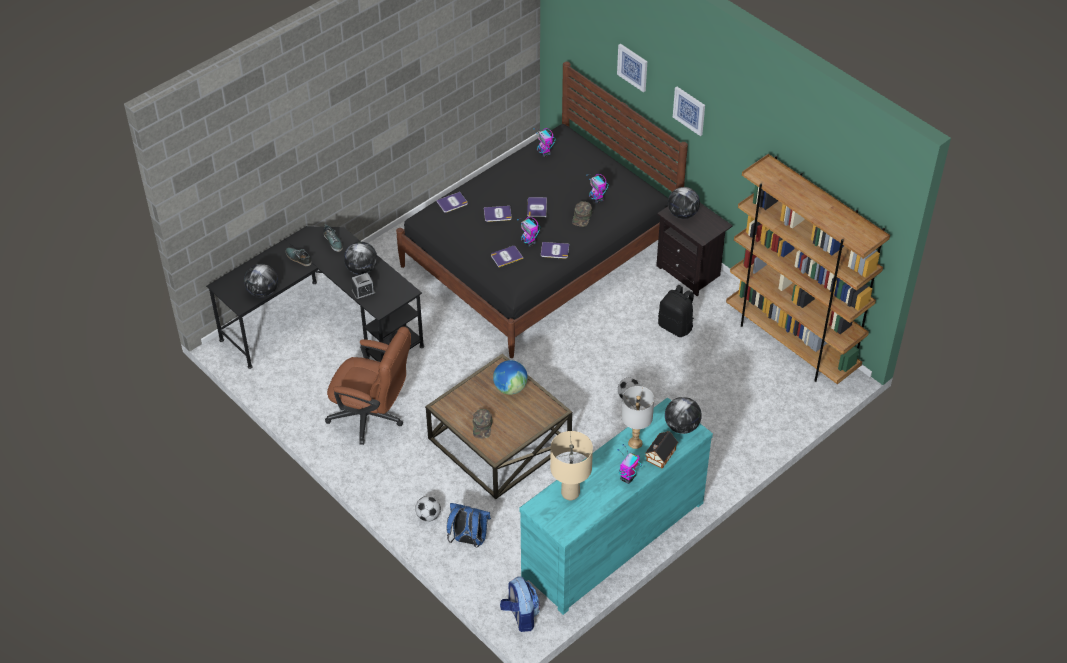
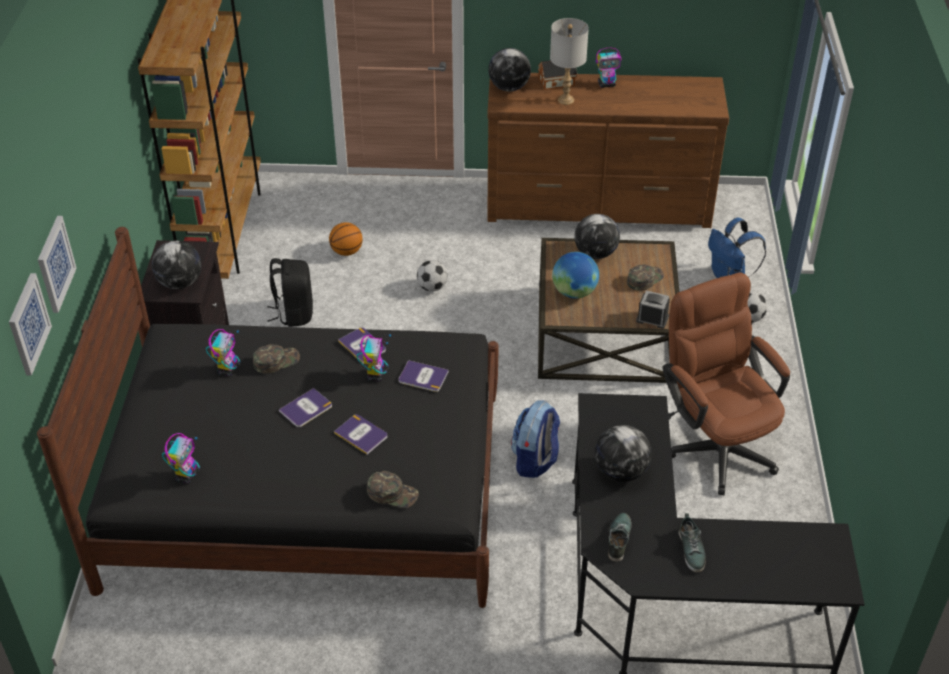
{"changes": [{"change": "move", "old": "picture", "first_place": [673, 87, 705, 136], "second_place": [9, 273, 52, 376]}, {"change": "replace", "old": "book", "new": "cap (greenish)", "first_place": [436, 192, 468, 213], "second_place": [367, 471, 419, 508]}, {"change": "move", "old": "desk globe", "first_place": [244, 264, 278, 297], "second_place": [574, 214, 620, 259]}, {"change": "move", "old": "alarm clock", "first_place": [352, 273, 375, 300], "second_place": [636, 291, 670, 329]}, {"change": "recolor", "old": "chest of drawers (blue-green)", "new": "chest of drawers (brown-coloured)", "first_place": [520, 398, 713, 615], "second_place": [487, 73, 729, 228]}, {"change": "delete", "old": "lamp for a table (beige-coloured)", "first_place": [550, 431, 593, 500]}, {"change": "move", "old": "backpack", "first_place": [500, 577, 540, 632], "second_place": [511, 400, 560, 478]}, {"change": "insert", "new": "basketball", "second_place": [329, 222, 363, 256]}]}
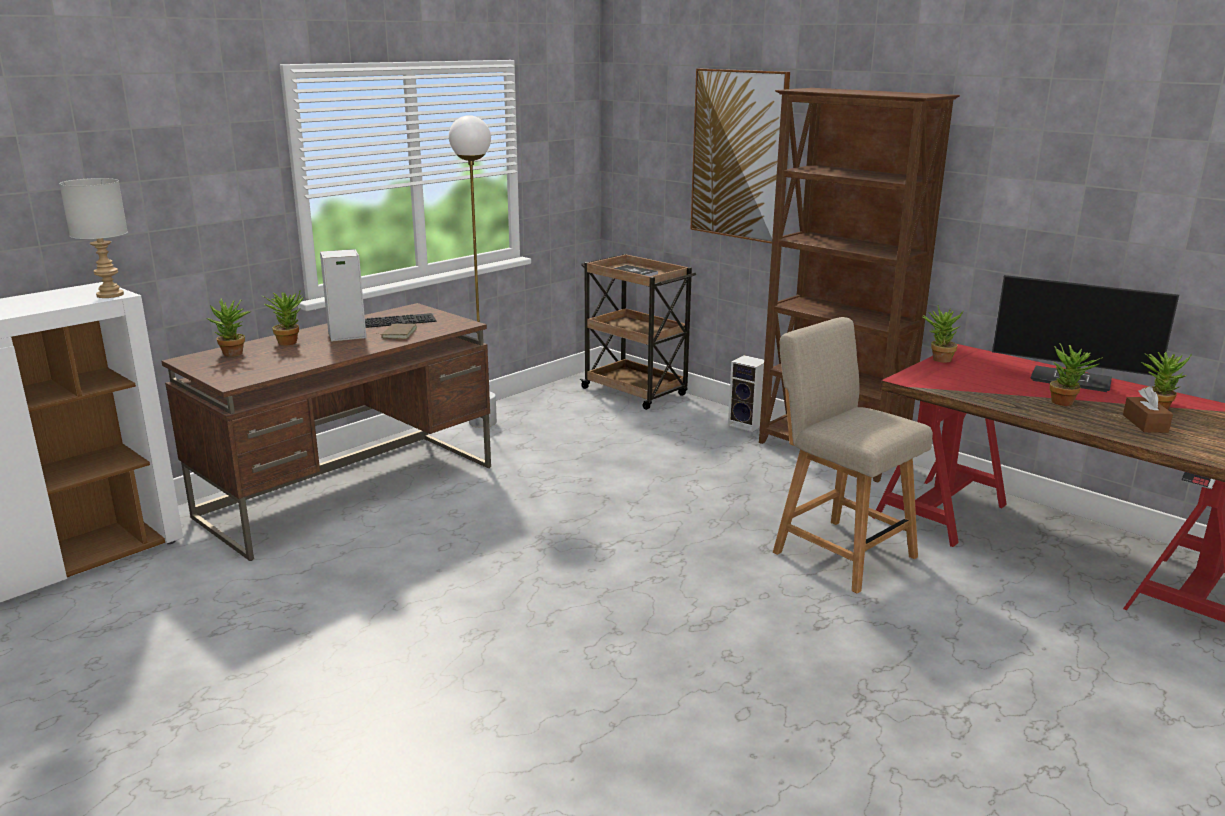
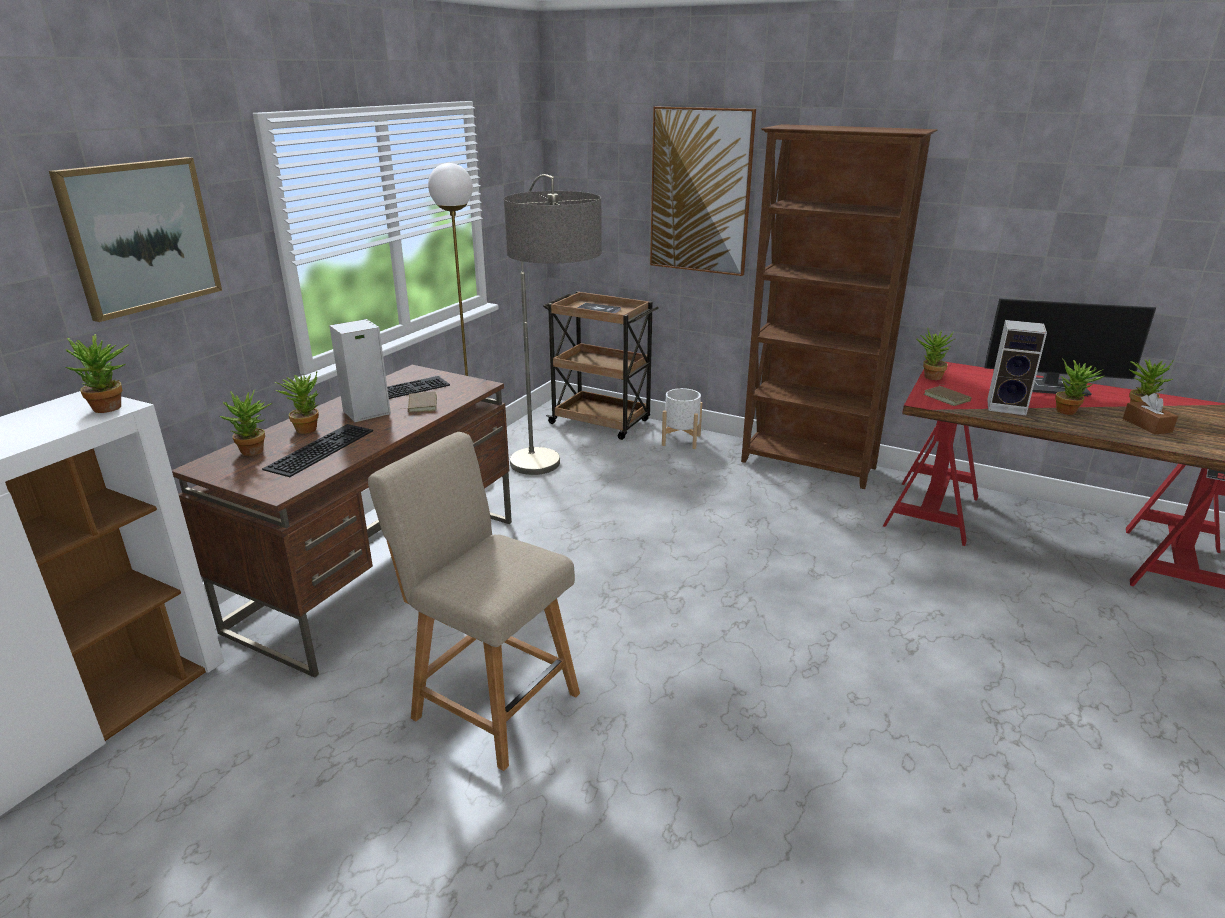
{"changes": [{"change": "replace", "old": "lamp for a table (grey)", "new": "plant in a pot", "first_place": [59, 178, 128, 298], "second_place": [65, 334, 129, 413]}, {"change": "move", "old": "plain chair (beige-coloured)", "first_place": [773, 317, 933, 594], "second_place": [368, 432, 580, 771]}, {"change": "move", "old": "loudspeaker", "first_place": [728, 355, 764, 432], "second_place": [987, 320, 1047, 415]}, {"change": "insert", "new": "picture", "second_place": [49, 157, 222, 322]}, {"change": "insert", "new": "floor lamp", "second_place": [504, 174, 602, 475]}, {"change": "insert", "new": "book (brown-coloured)", "second_place": [924, 385, 972, 406]}, {"change": "insert", "new": "planter (white-coloured)", "second_place": [662, 388, 702, 449]}, {"change": "insert", "new": "keyboard", "second_place": [262, 424, 373, 477]}]}
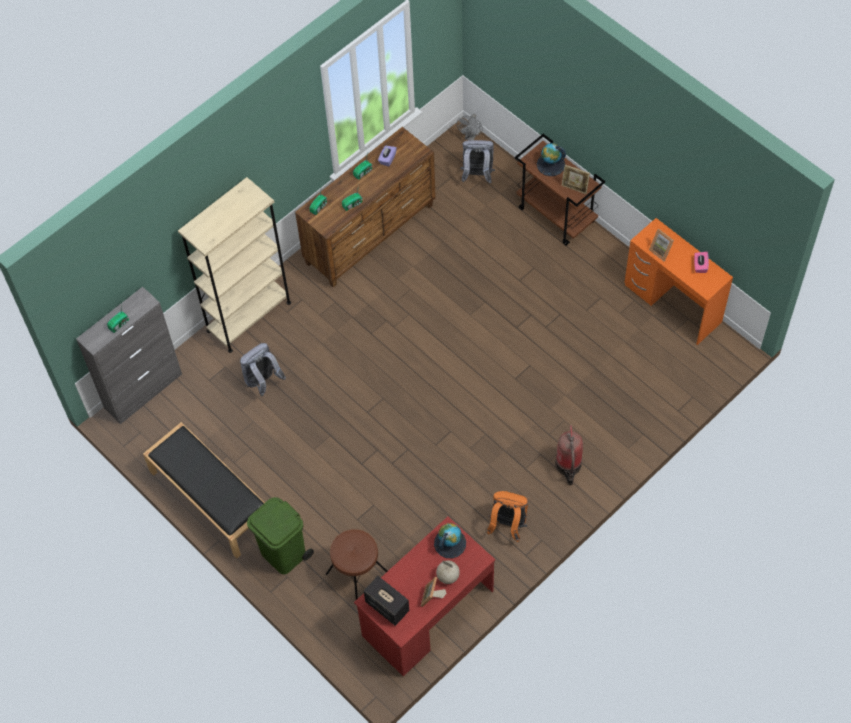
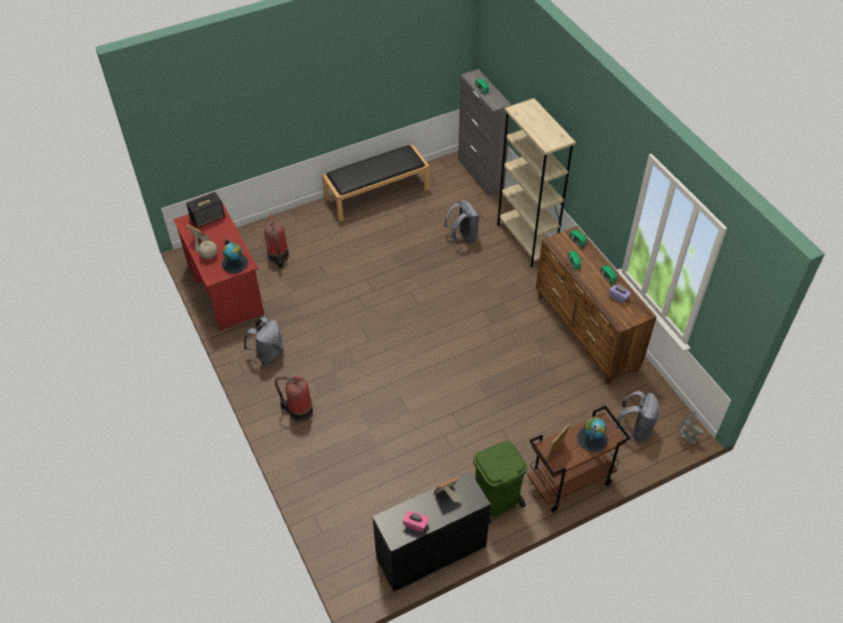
{"changes": [{"change": "recolor", "old": "desk unit (orangey)", "new": "desk unit (black-coloured)", "first_place": [624, 218, 733, 345], "second_place": [372, 472, 491, 591]}, {"change": "recolor", "old": "backpack (orangey)", "new": "backpack (grey)", "first_place": [487, 491, 528, 542], "second_place": [244, 317, 284, 365]}, {"change": "move", "old": "rubbish bin (greenish)", "first_place": [247, 497, 314, 574], "second_place": [473, 441, 527, 524]}, {"change": "replace", "old": "stool seat (brown-coloured)", "new": "fire-fighting cylinder", "first_place": [326, 529, 387, 600], "second_place": [264, 213, 289, 269]}]}
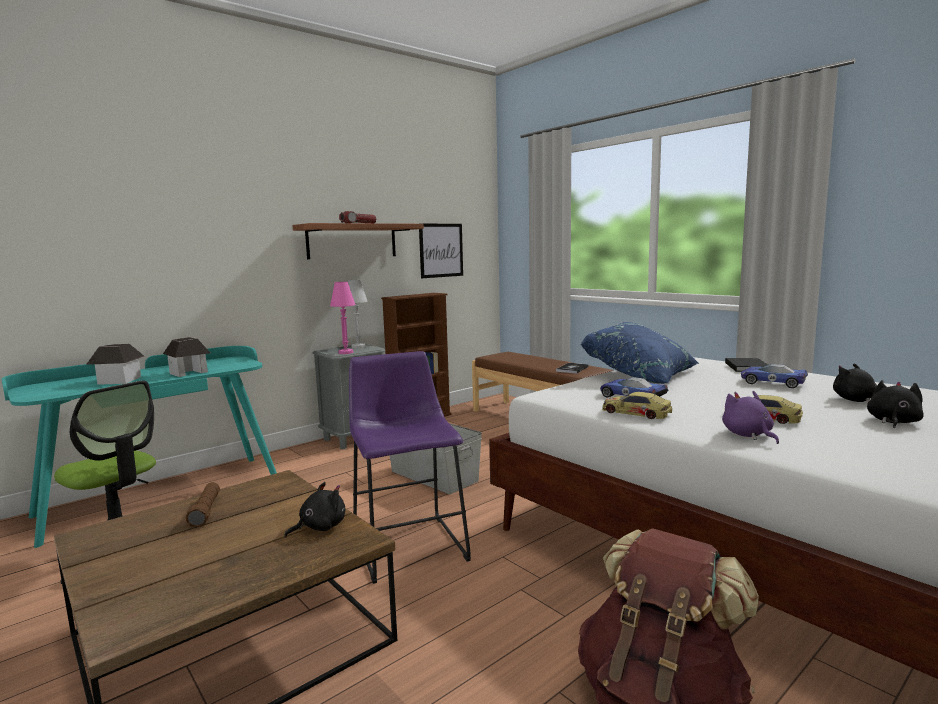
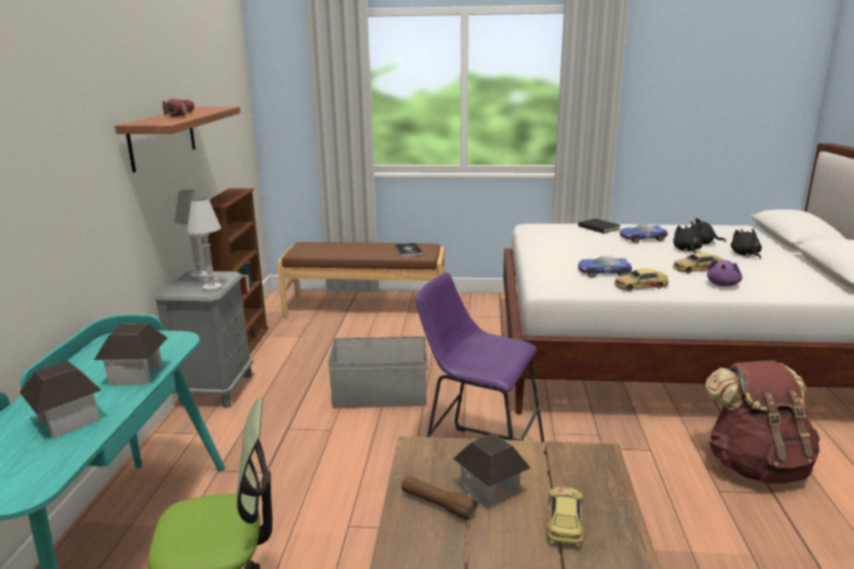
{"changes": [{"change": "delete", "old": "picture", "first_place": [419, 223, 463, 278]}, {"change": "recolor", "old": "lamp for a table (pink)", "new": "lamp for a table (white-coloured)", "first_place": [330, 282, 355, 354], "second_place": [187, 197, 222, 292]}, {"change": "delete", "old": "cushion (bluish)", "first_place": [580, 322, 699, 384]}, {"change": "rotate", "old": "cuddly toy (purple-coloured)", "first_place": [722, 391, 779, 444], "second_place": [707, 259, 742, 286], "degrees": -90}, {"change": "move", "old": "cuddly toy (black-coloured)", "first_place": [284, 482, 345, 538], "second_place": [673, 225, 703, 254]}, {"change": "insert", "new": "miniature house", "second_place": [453, 433, 530, 508]}, {"change": "insert", "new": "model car", "second_place": [547, 487, 583, 547]}]}
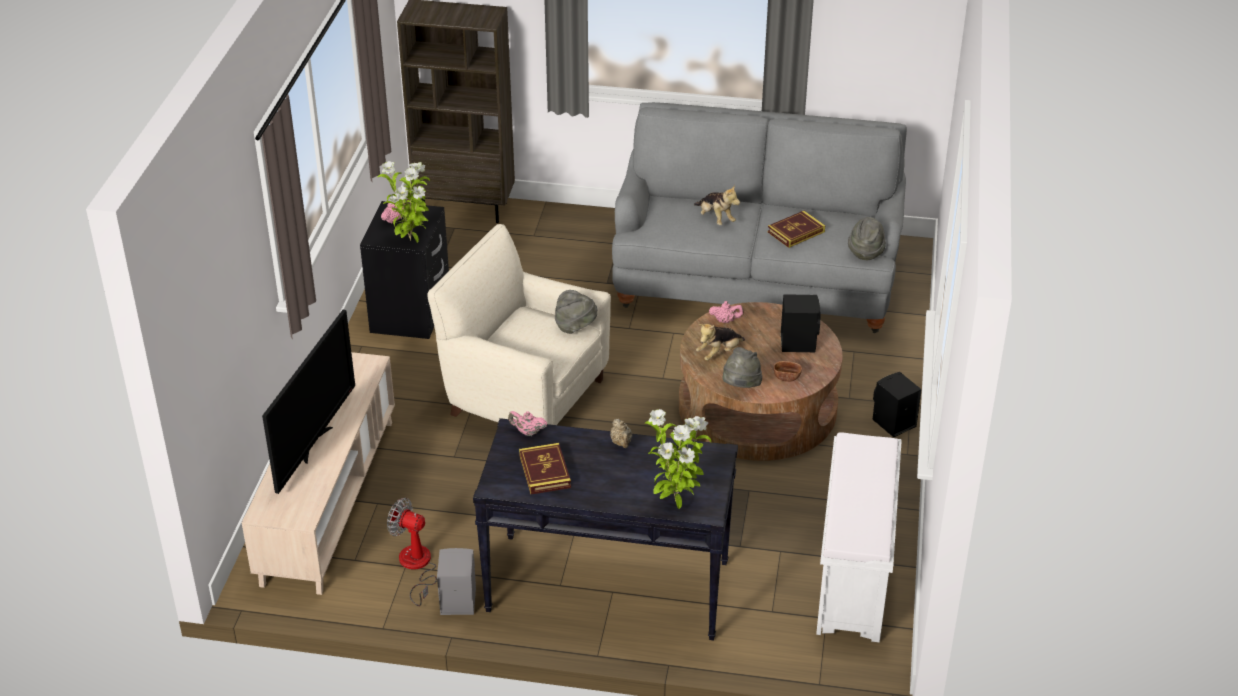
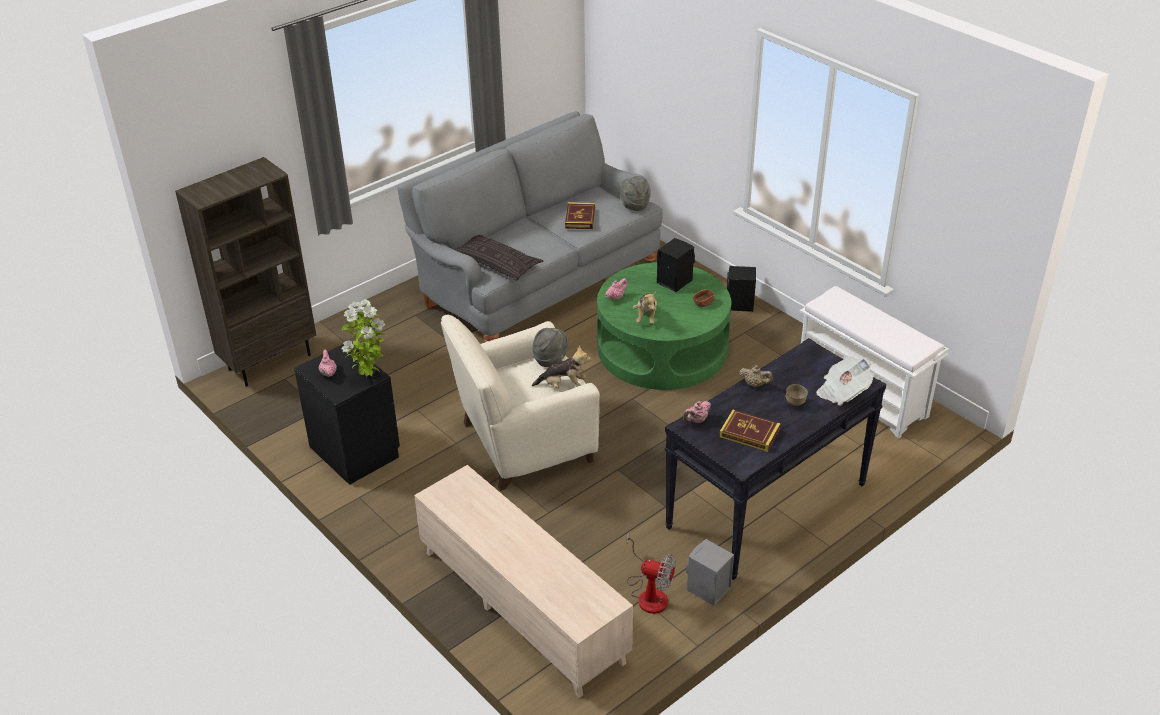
{"changes": [{"change": "move", "old": "cuddly toy", "first_place": [694, 185, 740, 225], "second_place": [532, 346, 591, 388]}, {"change": "recolor", "old": "coffee table (brown-coloured)", "new": "coffee table (greenish)", "first_place": [679, 302, 843, 461], "second_place": [597, 262, 732, 390]}, {"change": "delete", "old": "TV", "first_place": [262, 310, 355, 494]}, {"change": "delete", "old": "hat (grey)", "first_place": [722, 347, 762, 388]}, {"change": "replace", "old": "plant in a pot", "new": "daily paper", "first_place": [644, 409, 711, 509], "second_place": [816, 357, 873, 406]}, {"change": "rotate", "old": "electric fan", "first_place": [387, 498, 437, 606], "second_place": [627, 532, 676, 614], "degrees": -135}, {"change": "insert", "new": "cushion", "second_place": [454, 235, 544, 281]}, {"change": "insert", "new": "serving bowl (brown-coloured)", "second_place": [786, 384, 808, 406]}]}
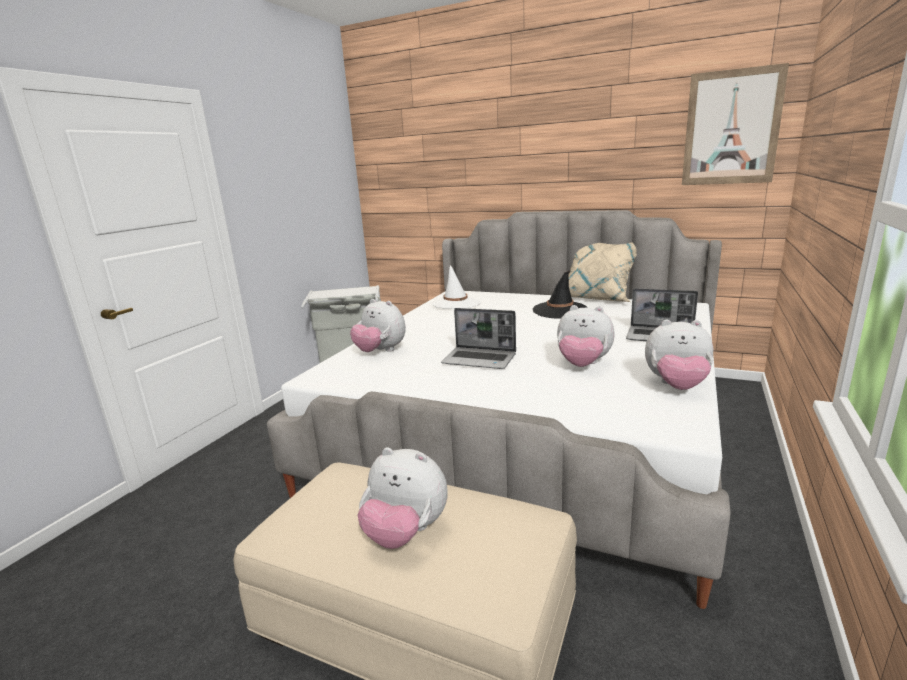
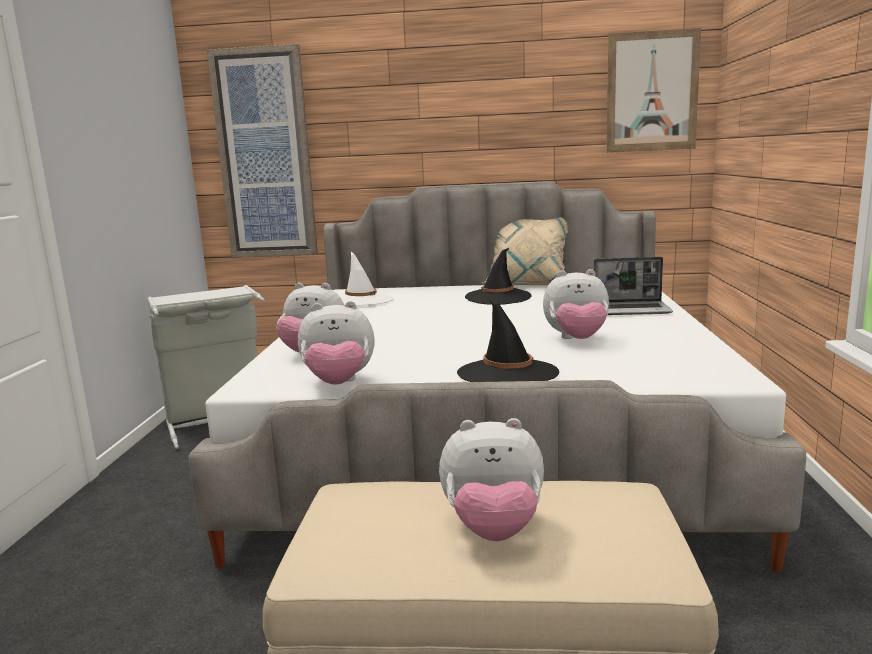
{"changes": [{"change": "delete", "old": "notebook computer", "first_place": [441, 308, 516, 369]}, {"change": "move", "old": "cuddly toy", "first_place": [645, 320, 713, 390], "second_place": [298, 301, 375, 385]}, {"change": "insert", "new": "picture", "second_place": [207, 44, 318, 258]}, {"change": "insert", "new": "hat (black-coloured)", "second_place": [457, 298, 559, 382]}]}
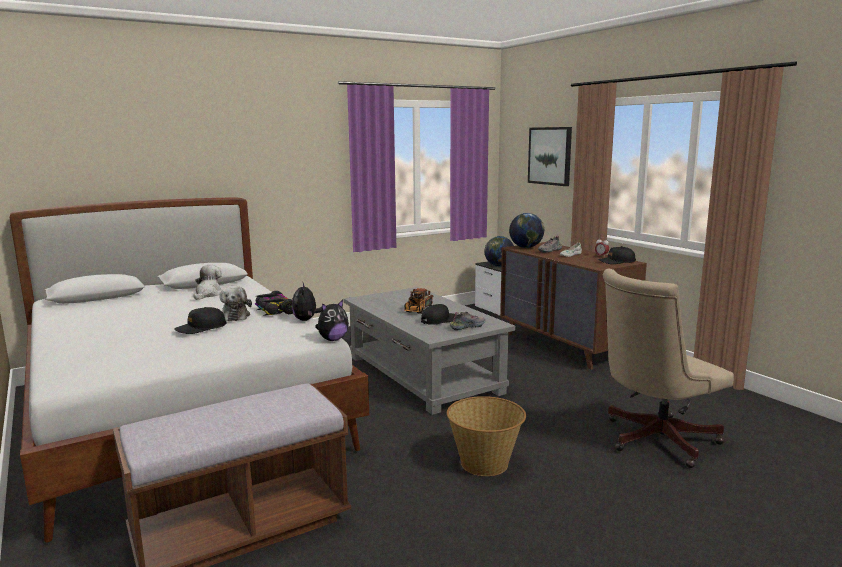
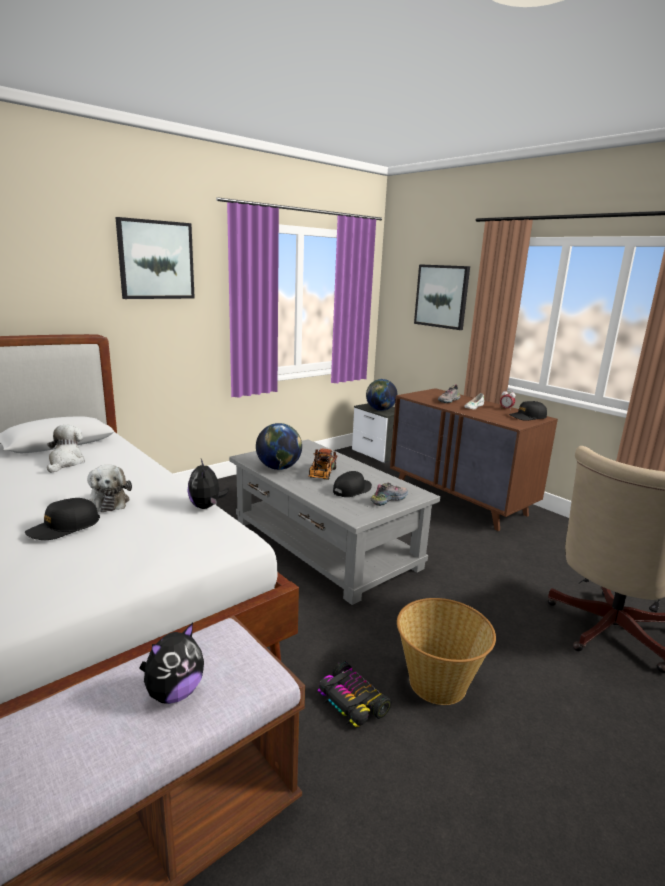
{"changes": [{"change": "move", "old": "desk globe", "first_place": [509, 213, 544, 248], "second_place": [256, 423, 302, 470]}, {"change": "move", "old": "model car", "first_place": [255, 291, 293, 316], "second_place": [318, 661, 391, 727]}, {"change": "move", "old": "cuddly toy", "first_place": [315, 300, 349, 341], "second_place": [139, 623, 204, 704]}, {"change": "insert", "new": "picture", "second_place": [115, 217, 195, 299]}]}
